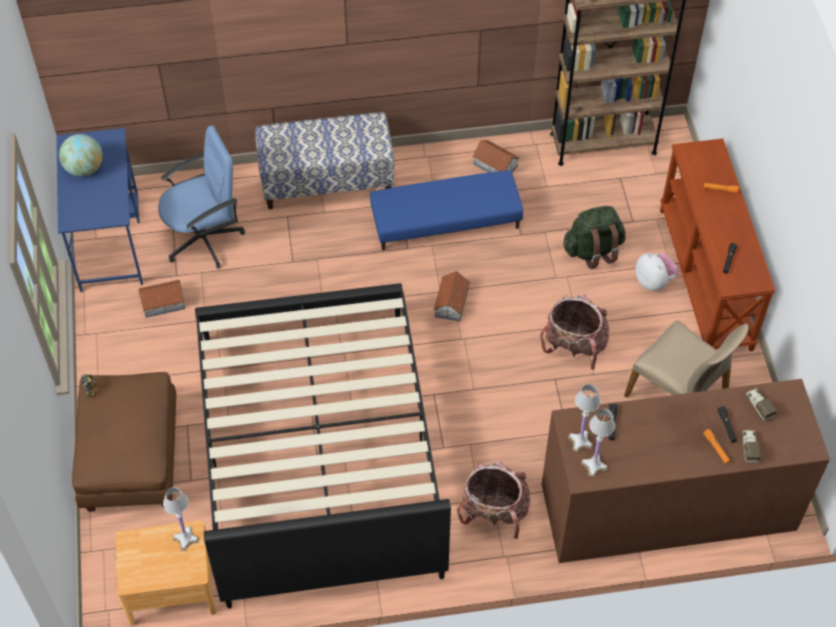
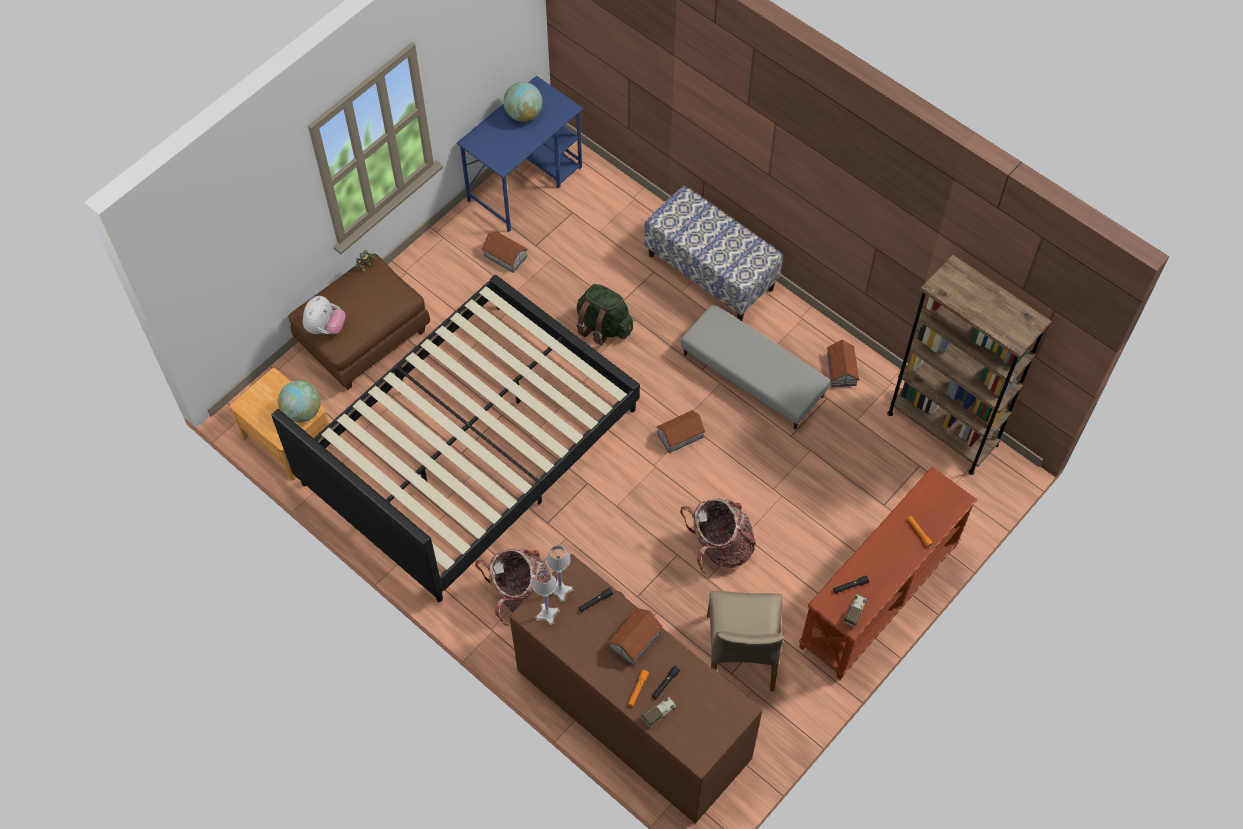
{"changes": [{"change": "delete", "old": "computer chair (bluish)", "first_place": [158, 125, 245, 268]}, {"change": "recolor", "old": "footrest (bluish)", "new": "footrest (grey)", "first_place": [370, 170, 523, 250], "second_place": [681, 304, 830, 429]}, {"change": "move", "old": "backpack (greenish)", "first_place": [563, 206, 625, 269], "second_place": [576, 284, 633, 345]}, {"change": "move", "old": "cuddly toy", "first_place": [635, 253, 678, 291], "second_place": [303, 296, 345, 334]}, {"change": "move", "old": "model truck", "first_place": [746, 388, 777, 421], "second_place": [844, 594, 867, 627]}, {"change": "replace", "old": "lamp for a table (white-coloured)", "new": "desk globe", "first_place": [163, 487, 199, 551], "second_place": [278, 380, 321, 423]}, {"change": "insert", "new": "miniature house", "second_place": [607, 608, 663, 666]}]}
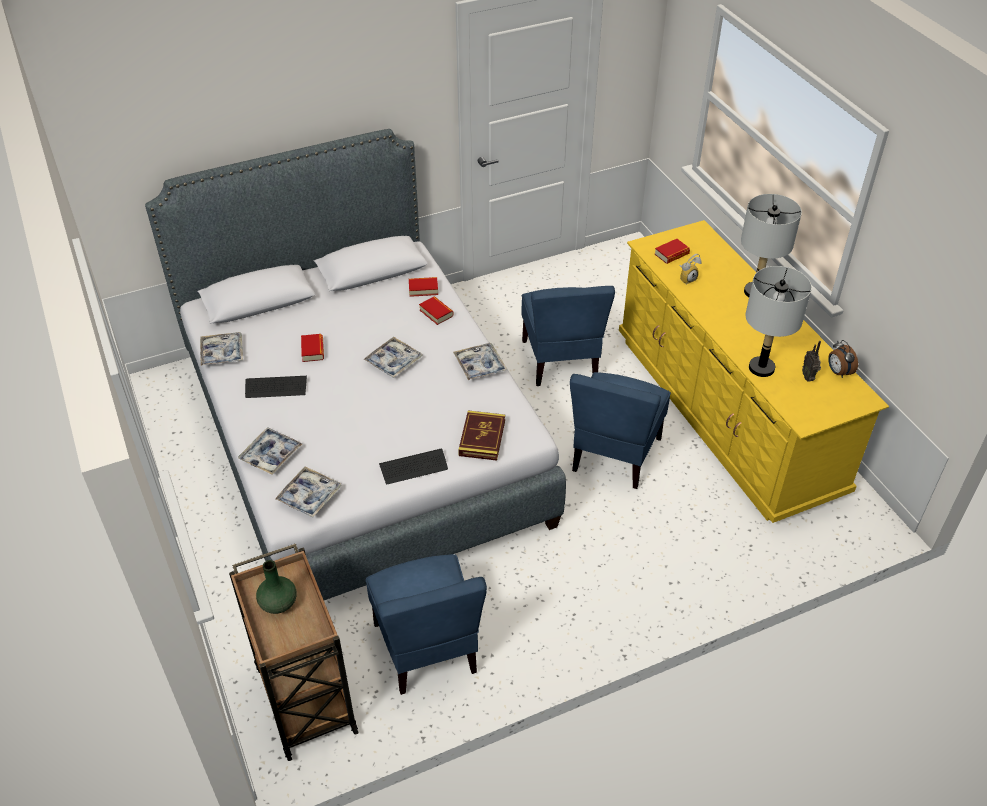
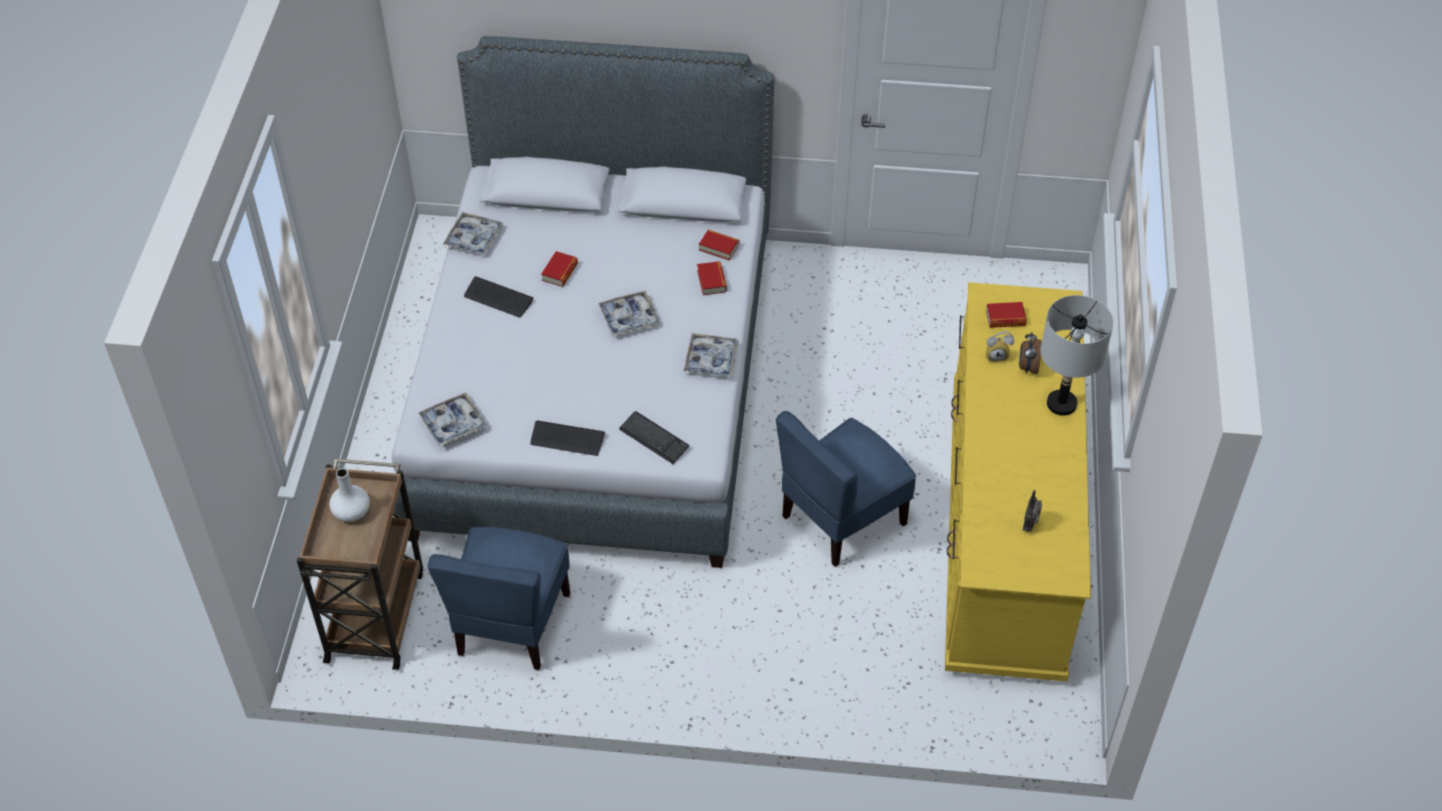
{"changes": [{"change": "delete", "old": "lamp for a table (grey)", "first_place": [746, 266, 812, 377]}, {"change": "delete", "old": "plain chair (bluish)", "first_place": [522, 286, 615, 386]}, {"change": "move", "old": "alarm clock", "first_place": [828, 340, 858, 378], "second_place": [1019, 332, 1042, 374]}, {"change": "replace", "old": "book", "new": "keyboard", "first_place": [458, 410, 505, 460], "second_place": [619, 411, 689, 464]}, {"change": "delete", "old": "serving tray", "first_place": [238, 427, 302, 475]}, {"change": "recolor", "old": "flower vase (greenish)", "new": "flower vase (white-coloured)", "first_place": [256, 560, 297, 614], "second_place": [329, 468, 370, 522]}]}
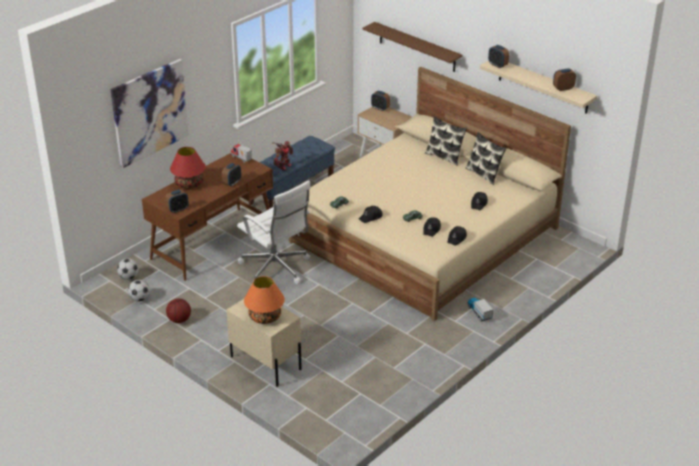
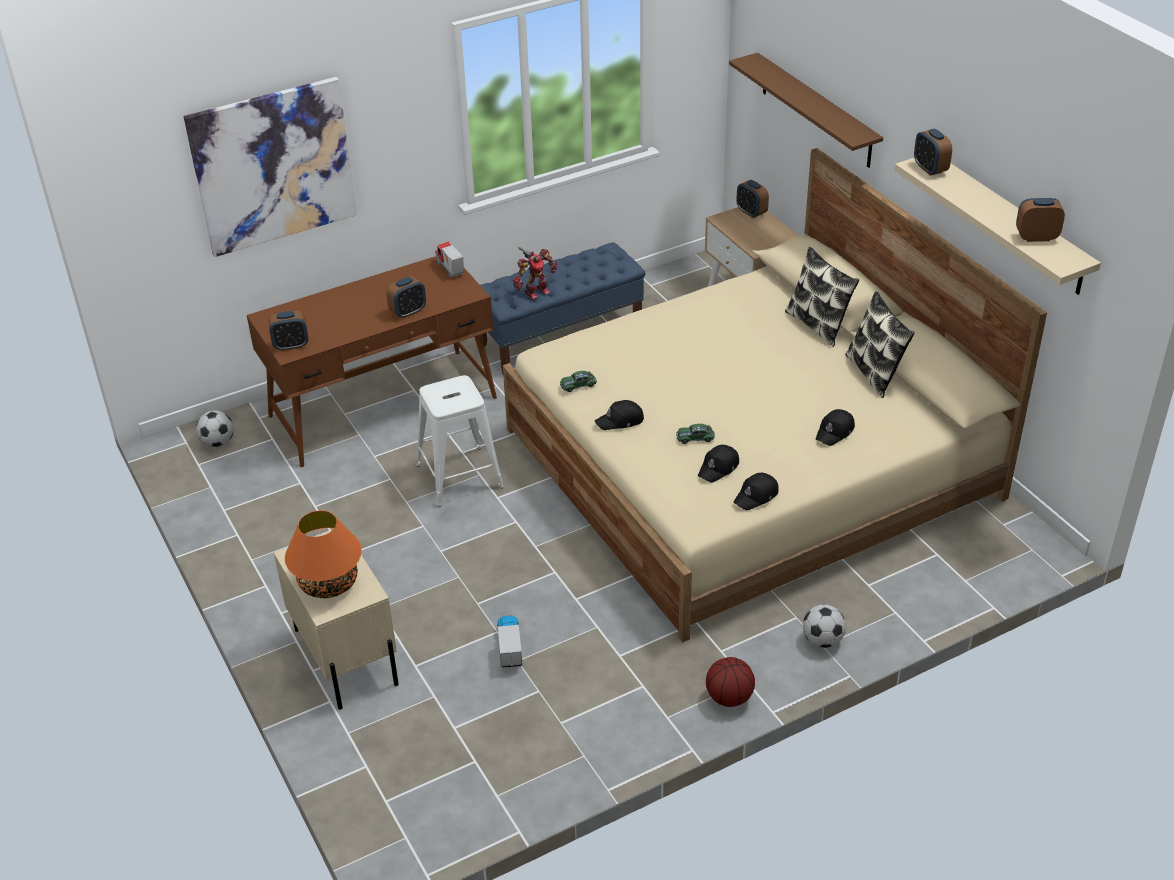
{"changes": [{"change": "delete", "old": "lamp for a table (reddish)", "first_place": [170, 147, 206, 189]}, {"change": "replace", "old": "computer chair (white-coloured)", "new": "stool seat (white-coloured)", "first_place": [237, 180, 311, 284], "second_place": [416, 375, 504, 507]}, {"change": "move", "old": "ball for football", "first_place": [128, 280, 150, 302], "second_place": [803, 605, 846, 648]}, {"change": "move", "old": "basketball", "first_place": [166, 298, 191, 323], "second_place": [706, 657, 755, 707]}, {"change": "move", "old": "model truck", "first_place": [467, 298, 493, 322], "second_place": [497, 616, 522, 667]}]}
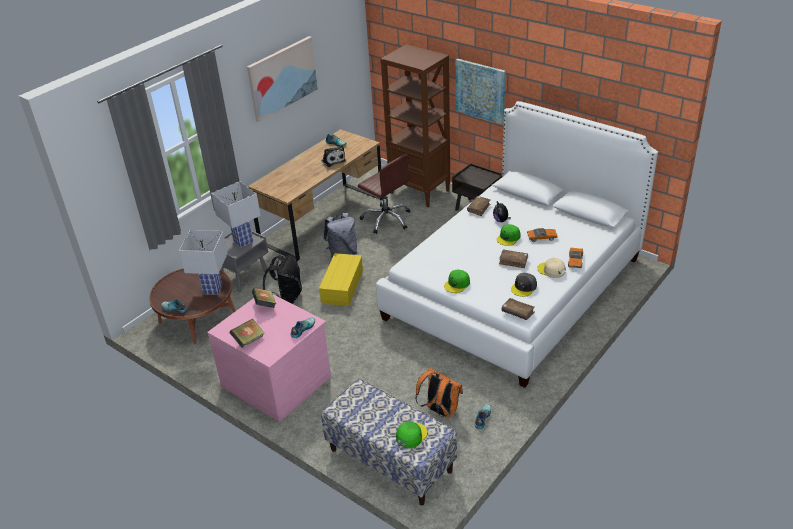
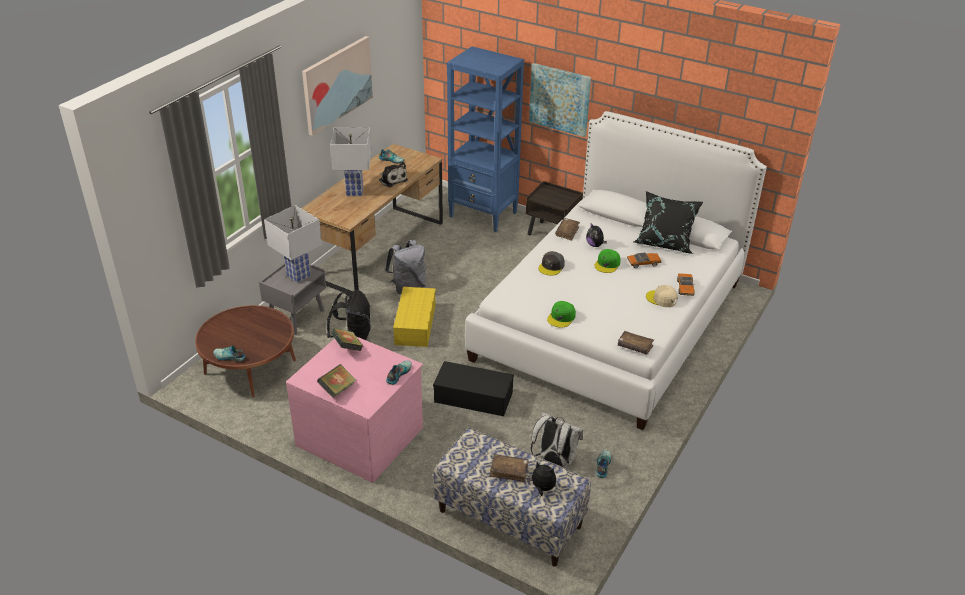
{"changes": [{"change": "recolor", "old": "bookshelf (brown-coloured)", "new": "bookshelf (bluish)", "first_place": [380, 44, 450, 207], "second_place": [447, 46, 524, 232]}, {"change": "delete", "old": "computer chair (brown-coloured)", "first_place": [358, 154, 410, 234]}, {"change": "move", "old": "lamp for a table (white-coloured)", "first_place": [179, 230, 228, 295], "second_place": [330, 127, 372, 196]}, {"change": "move", "old": "book (brown-coloured)", "first_place": [499, 249, 528, 268], "second_place": [490, 454, 529, 482]}, {"change": "move", "old": "cap (grey)", "first_place": [511, 273, 537, 297], "second_place": [538, 251, 565, 275]}, {"change": "recolor", "old": "backpack (orangey)", "new": "backpack (white-coloured)", "first_place": [415, 368, 463, 418], "second_place": [531, 412, 583, 468]}, {"change": "replace", "old": "cap (greenish)", "new": "cuddly toy", "first_place": [396, 421, 427, 449], "second_place": [527, 462, 556, 496]}, {"change": "insert", "new": "cushion (black-coloured)", "second_place": [634, 191, 703, 254]}, {"change": "insert", "new": "storage bin (black-coloured)", "second_place": [433, 361, 514, 416]}]}
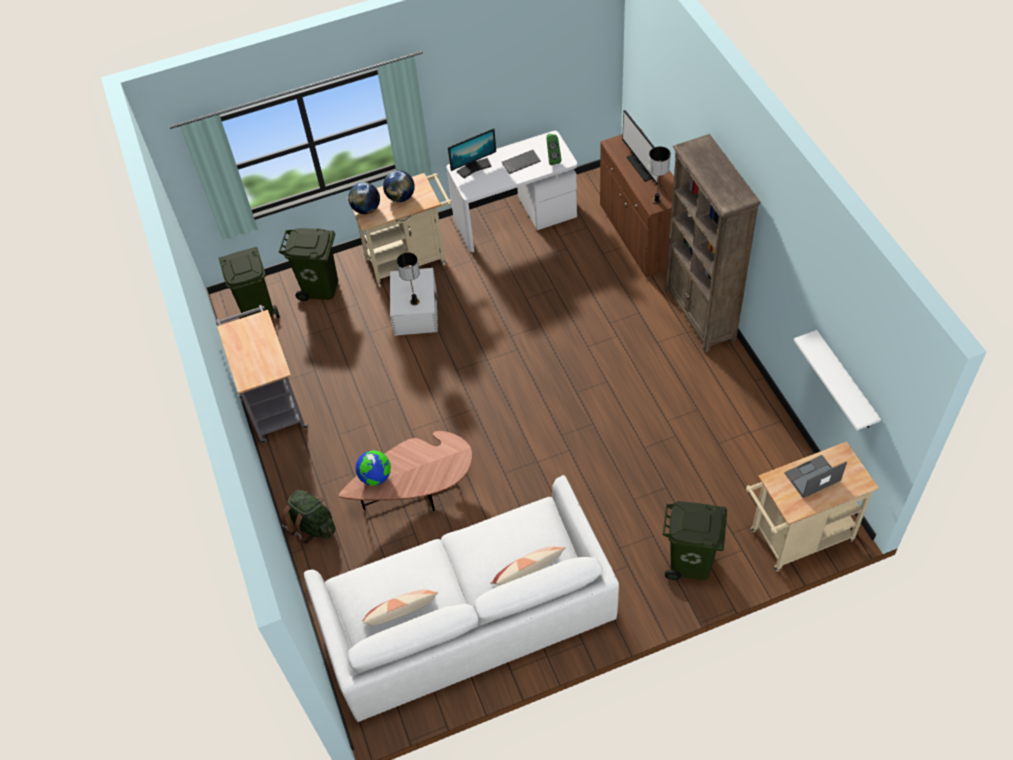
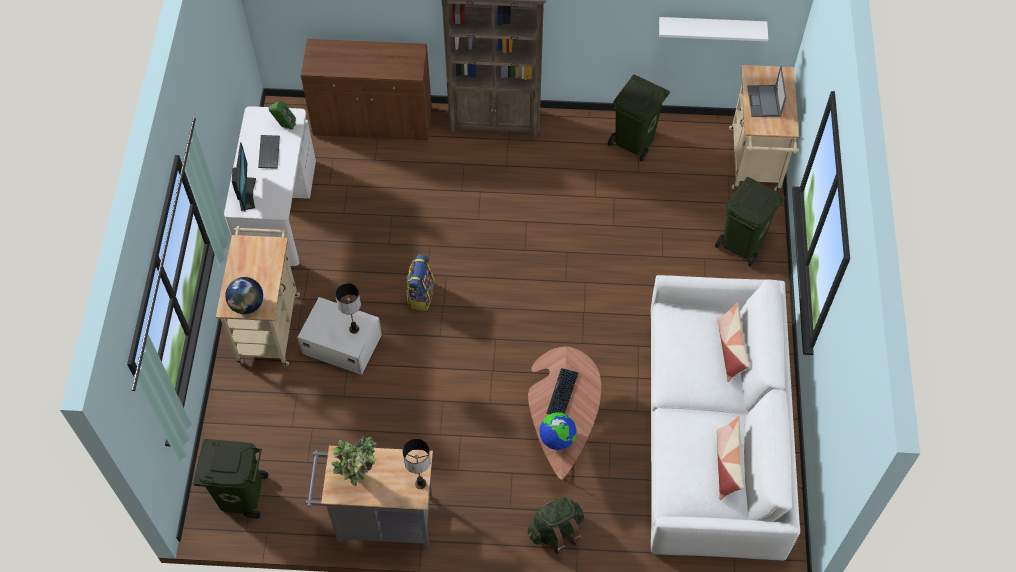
{"changes": [{"change": "delete", "old": "computer screen", "first_place": [622, 110, 660, 184]}, {"change": "move", "old": "lamp for a table", "first_place": [648, 146, 671, 205], "second_place": [403, 439, 431, 489]}, {"change": "delete", "old": "desk globe", "first_place": [383, 170, 415, 202]}, {"change": "move", "old": "rubbish bin (greenish)", "first_place": [279, 228, 338, 301], "second_place": [608, 74, 670, 162]}, {"change": "insert", "new": "backpack", "second_place": [406, 255, 435, 311]}, {"change": "insert", "new": "keyboard", "second_place": [546, 368, 578, 415]}, {"change": "insert", "new": "plant in a pot", "second_place": [332, 435, 377, 486]}]}
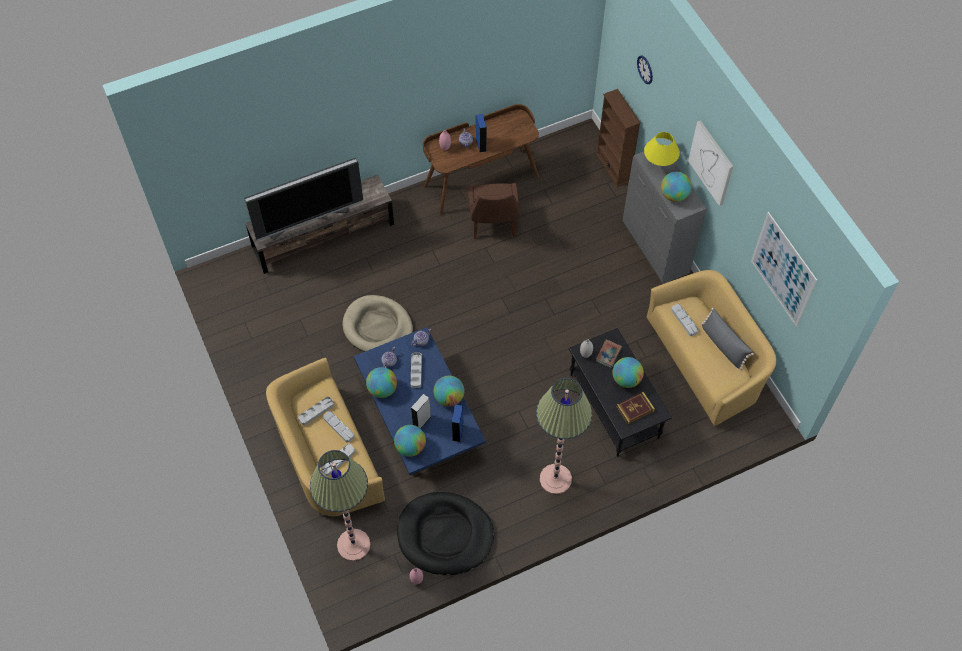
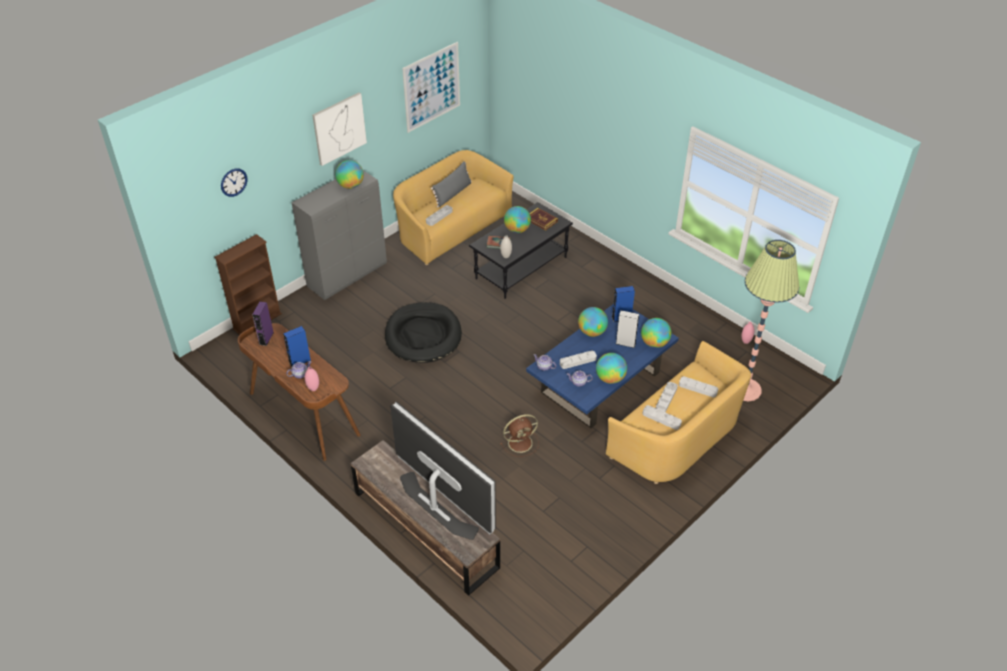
{"changes": [{"change": "delete", "old": "lamp for a table (yellowish)", "first_place": [644, 132, 680, 166]}, {"change": "delete", "old": "plain chair (brown-coloured)", "first_place": [468, 183, 519, 239]}, {"change": "replace", "old": "pet bed (beige-coloured)", "new": "electric fan (brown-coloured)", "first_place": [342, 295, 413, 352], "second_place": [500, 414, 539, 457]}, {"change": "delete", "old": "floor lamp", "first_place": [536, 378, 592, 494]}, {"change": "move", "old": "pet bed (black-coloured)", "first_place": [397, 492, 494, 575], "second_place": [385, 302, 462, 363]}, {"change": "insert", "new": "loudspeaker (purple-coloured)", "second_place": [252, 301, 274, 346]}]}
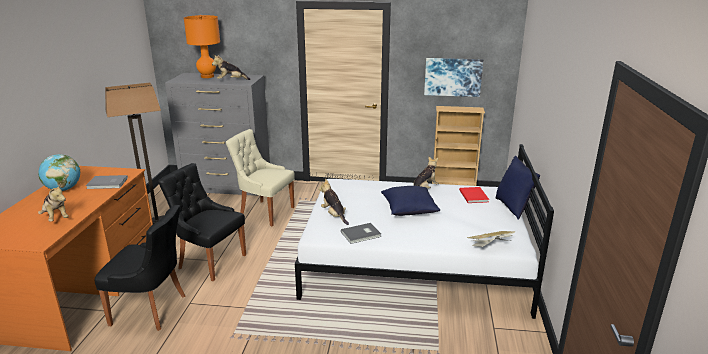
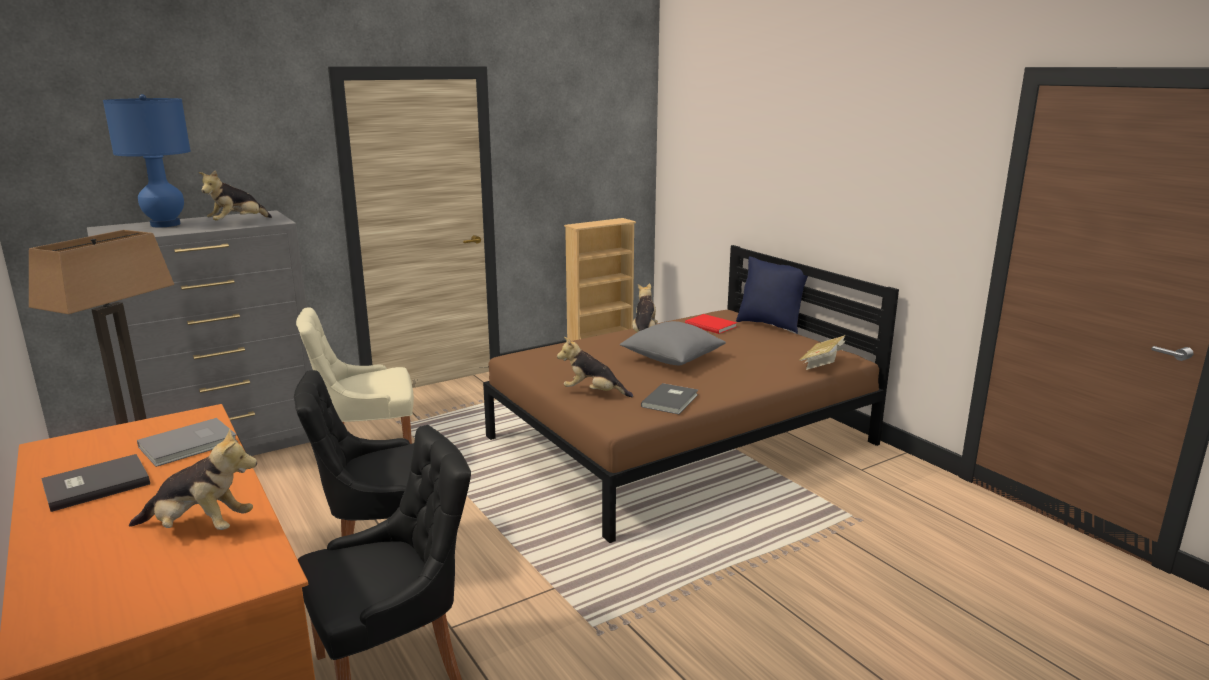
{"changes": [{"change": "recolor", "old": "lamp for a table (orangey)", "new": "lamp for a table (bluish)", "first_place": [184, 15, 220, 78], "second_place": [103, 94, 191, 227]}, {"change": "delete", "old": "picture", "first_place": [424, 58, 483, 97]}, {"change": "recolor", "old": "bedroom bed (white-coloured)", "new": "bedroom bed (brown-coloured)", "first_place": [295, 144, 554, 319], "second_place": [483, 245, 899, 543]}, {"change": "replace", "old": "desk globe", "new": "book (grey)", "first_place": [38, 154, 80, 191], "second_place": [41, 454, 150, 512]}, {"change": "recolor", "old": "cushion (bluish)", "new": "cushion (grey)", "first_place": [381, 186, 440, 216], "second_place": [620, 321, 726, 365]}]}
